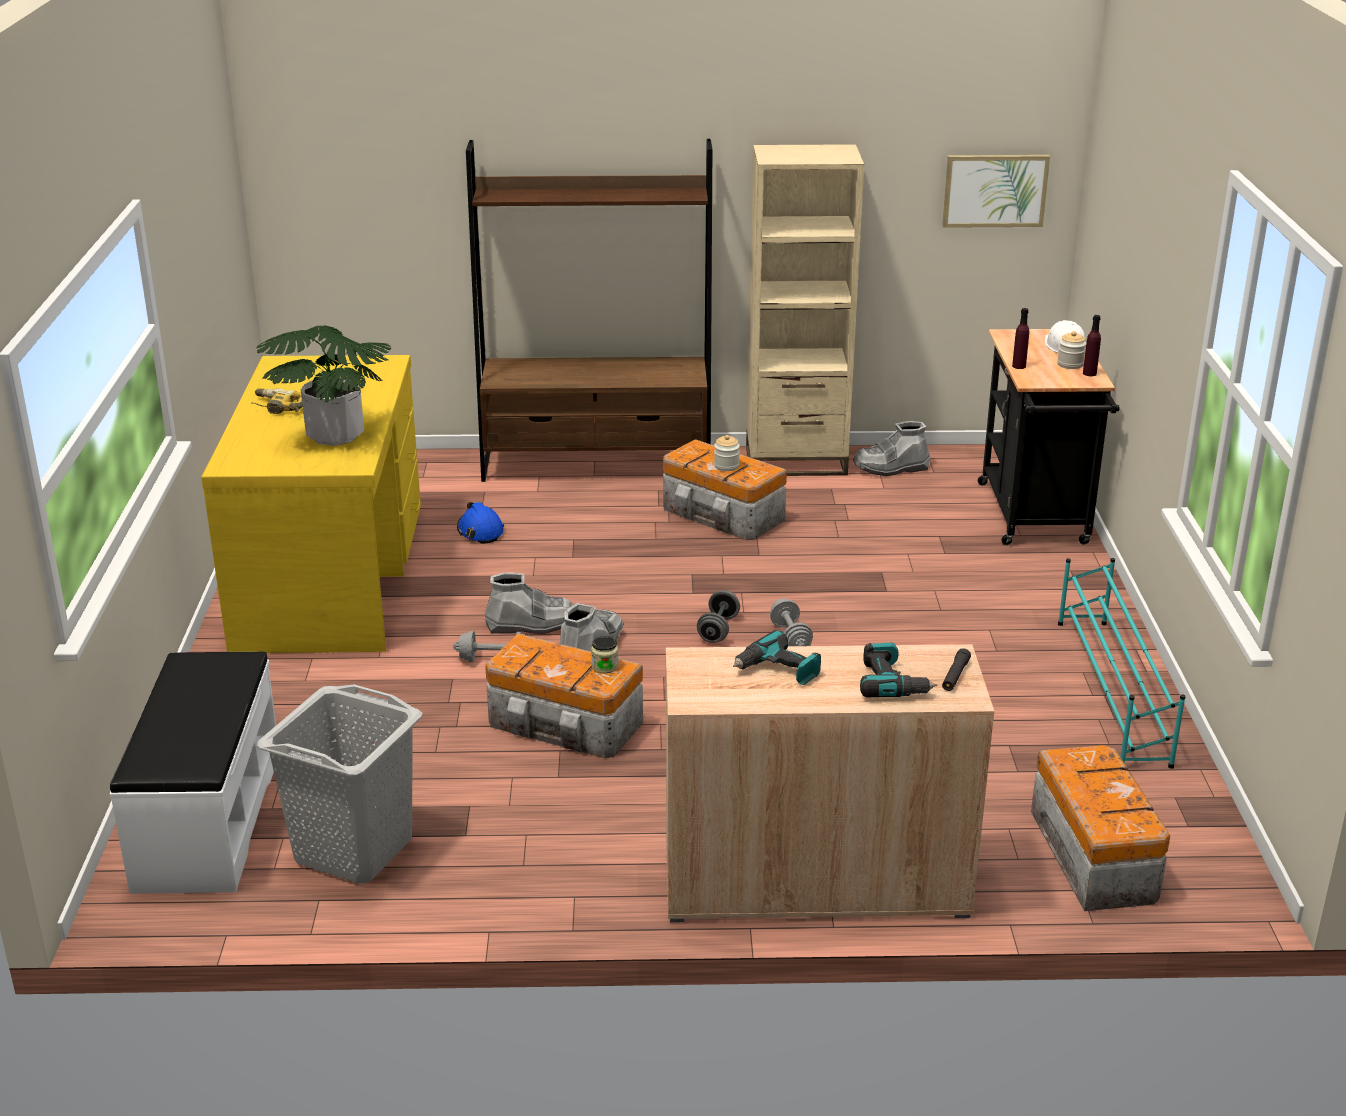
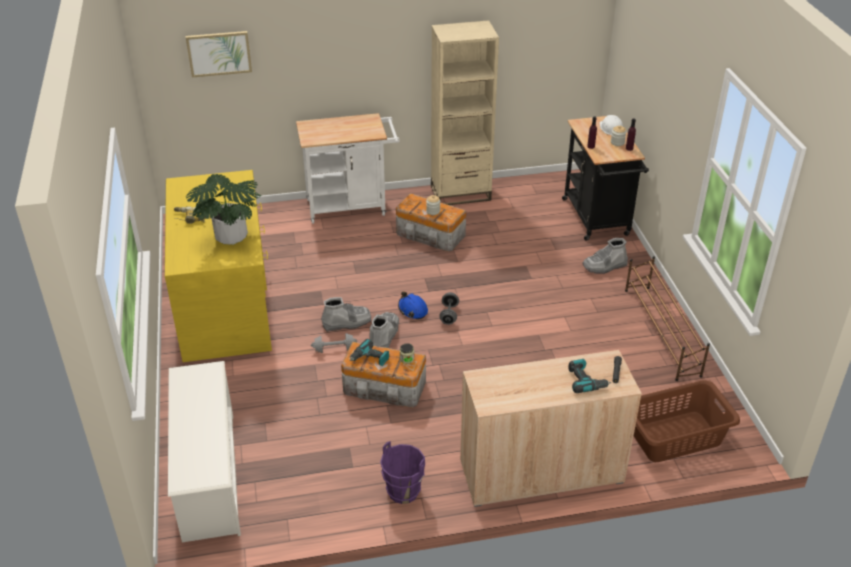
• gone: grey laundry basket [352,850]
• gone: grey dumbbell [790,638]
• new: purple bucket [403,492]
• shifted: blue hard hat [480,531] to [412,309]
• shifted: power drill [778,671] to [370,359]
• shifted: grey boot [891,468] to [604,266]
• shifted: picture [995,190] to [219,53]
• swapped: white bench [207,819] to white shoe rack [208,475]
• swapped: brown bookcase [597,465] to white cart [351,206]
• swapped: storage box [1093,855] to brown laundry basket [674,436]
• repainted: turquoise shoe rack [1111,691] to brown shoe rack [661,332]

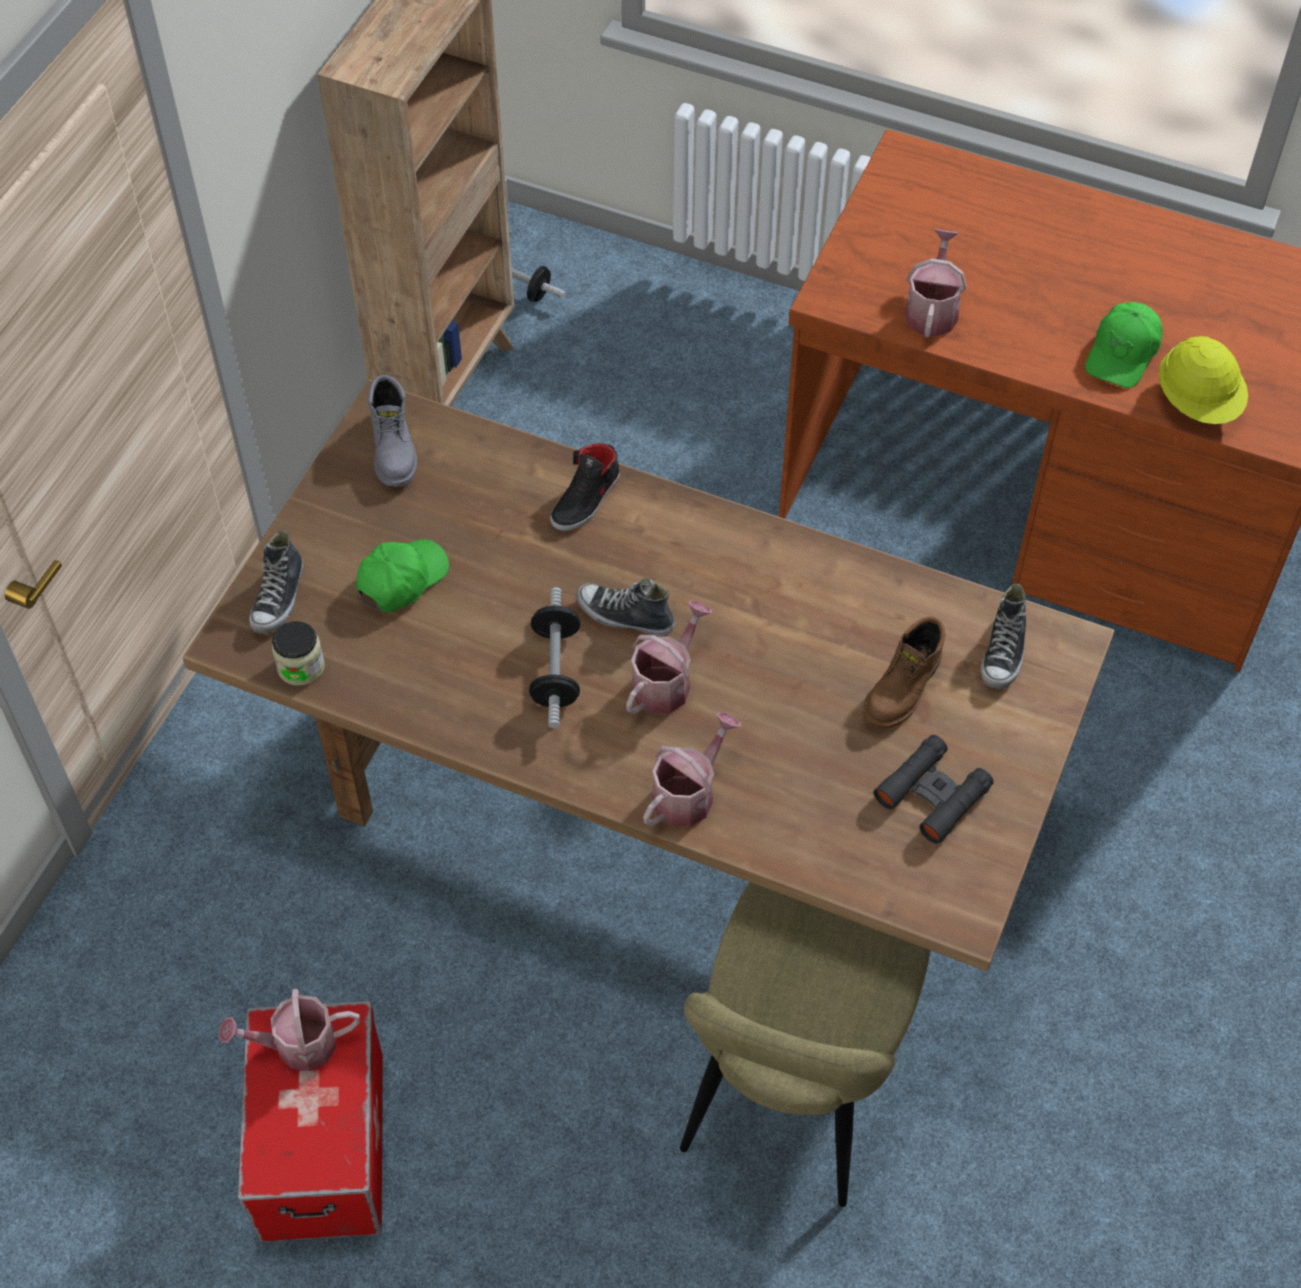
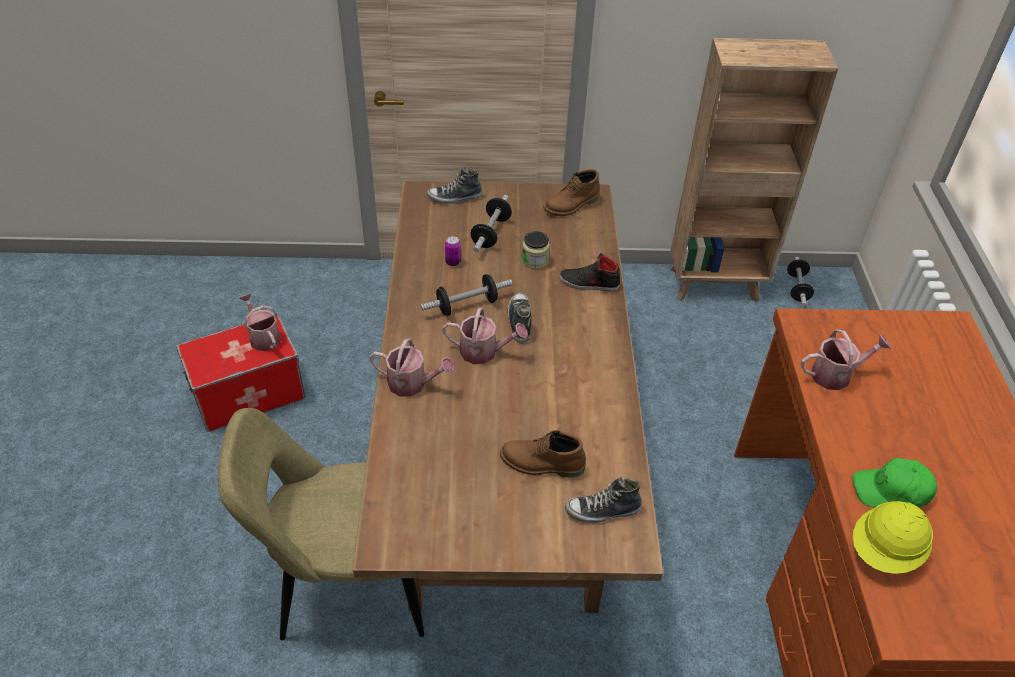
• gone: black binoculars [932,794]
• new: can [453,262]
• shifted: jar [301,667] to [535,260]
• swapped: green cap [401,579] to dumbbell [491,233]
• repainted: grey boot [394,449] to brown boot [571,206]

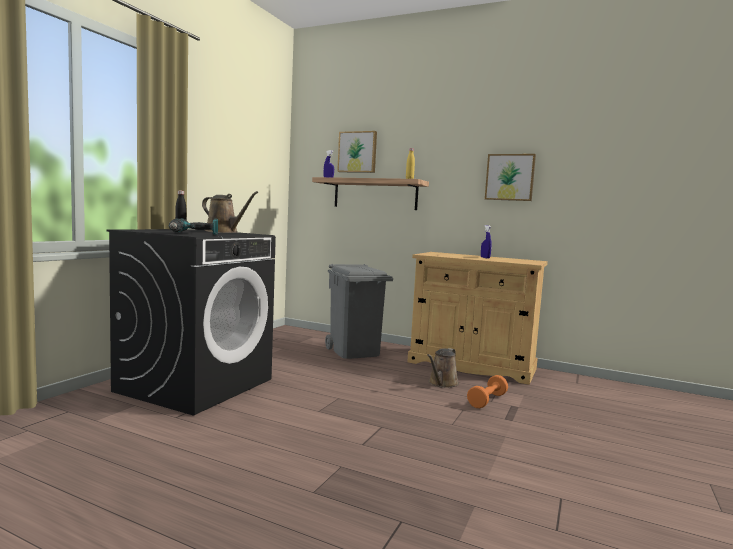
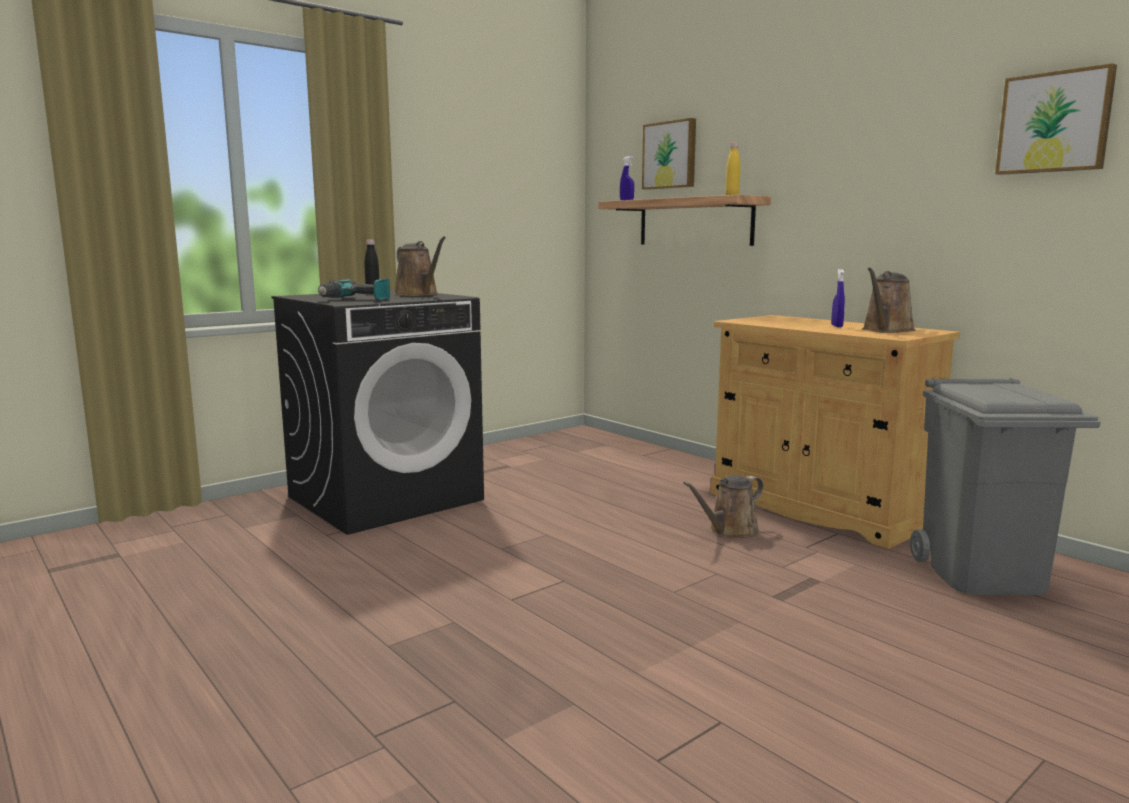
• gone: orange dumbbell [487,401]
• new: brown watering can [886,330]
• shifted: grey trash can [355,351] to [982,574]
• shifted: picture [510,177] to [1055,122]

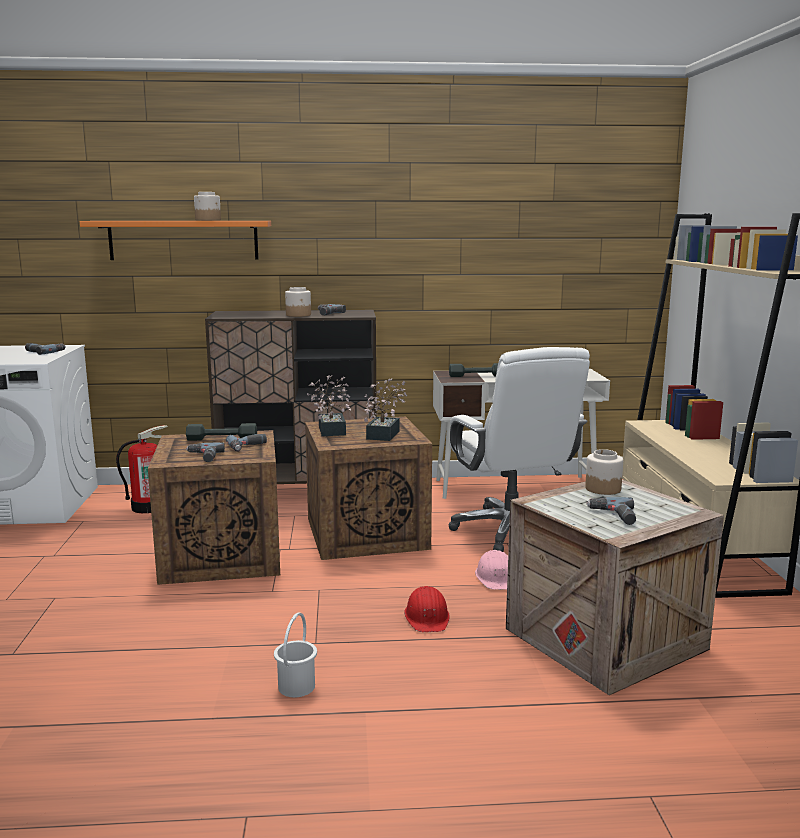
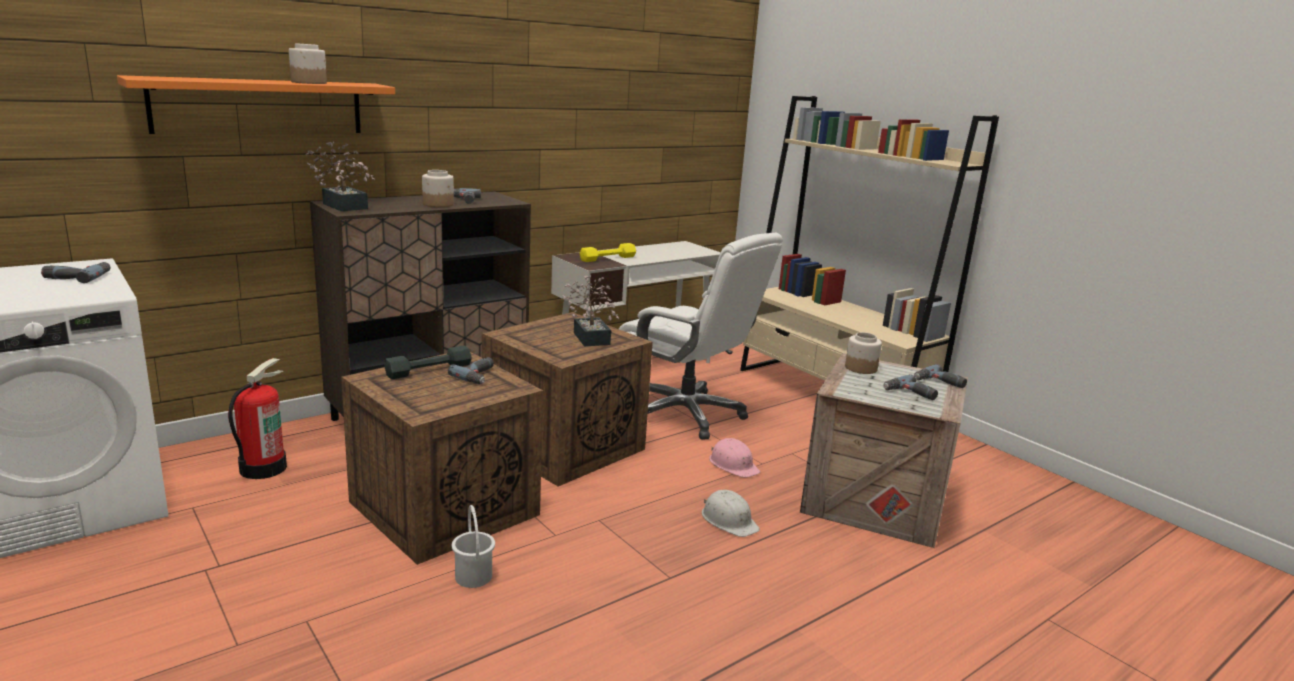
• shifted: power drill [203,457] to [939,383]
• shifted: white bucket [296,686] to [473,577]
• shifted: potted plant [332,429] to [343,205]
• repainted: red hard hat [427,617] to white hard hat [729,520]
• repainted: grey dumbbell [477,376] to yellow dumbbell [608,258]

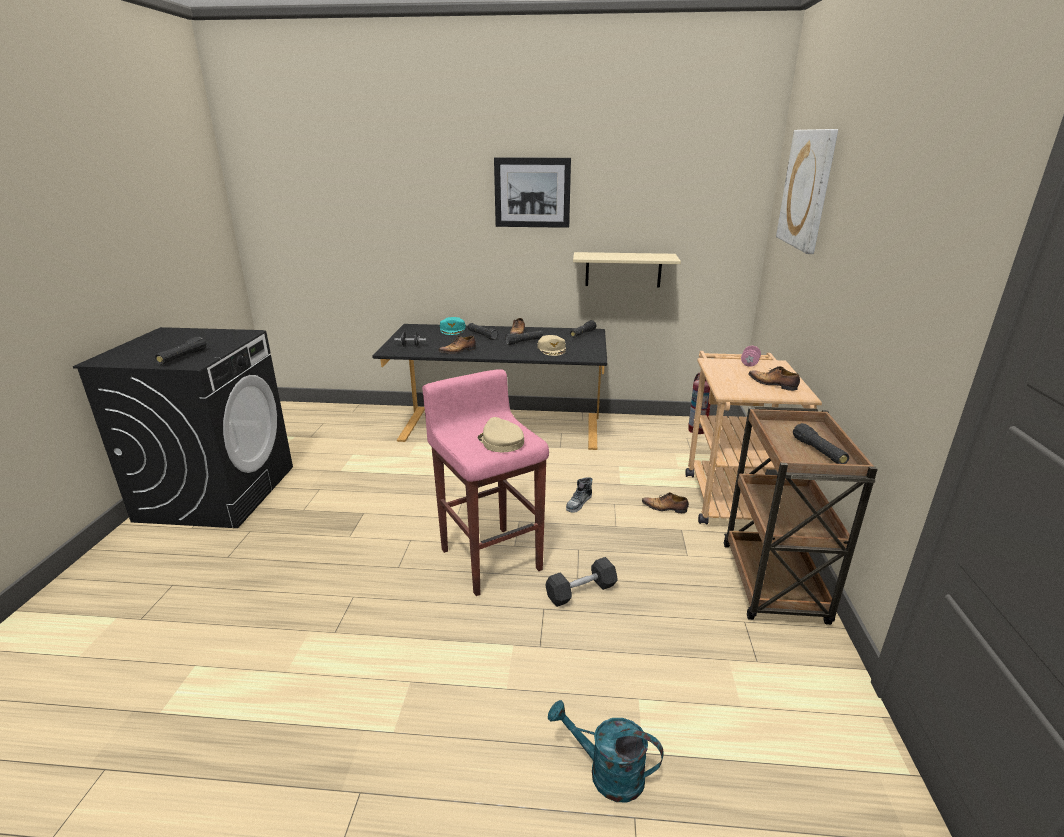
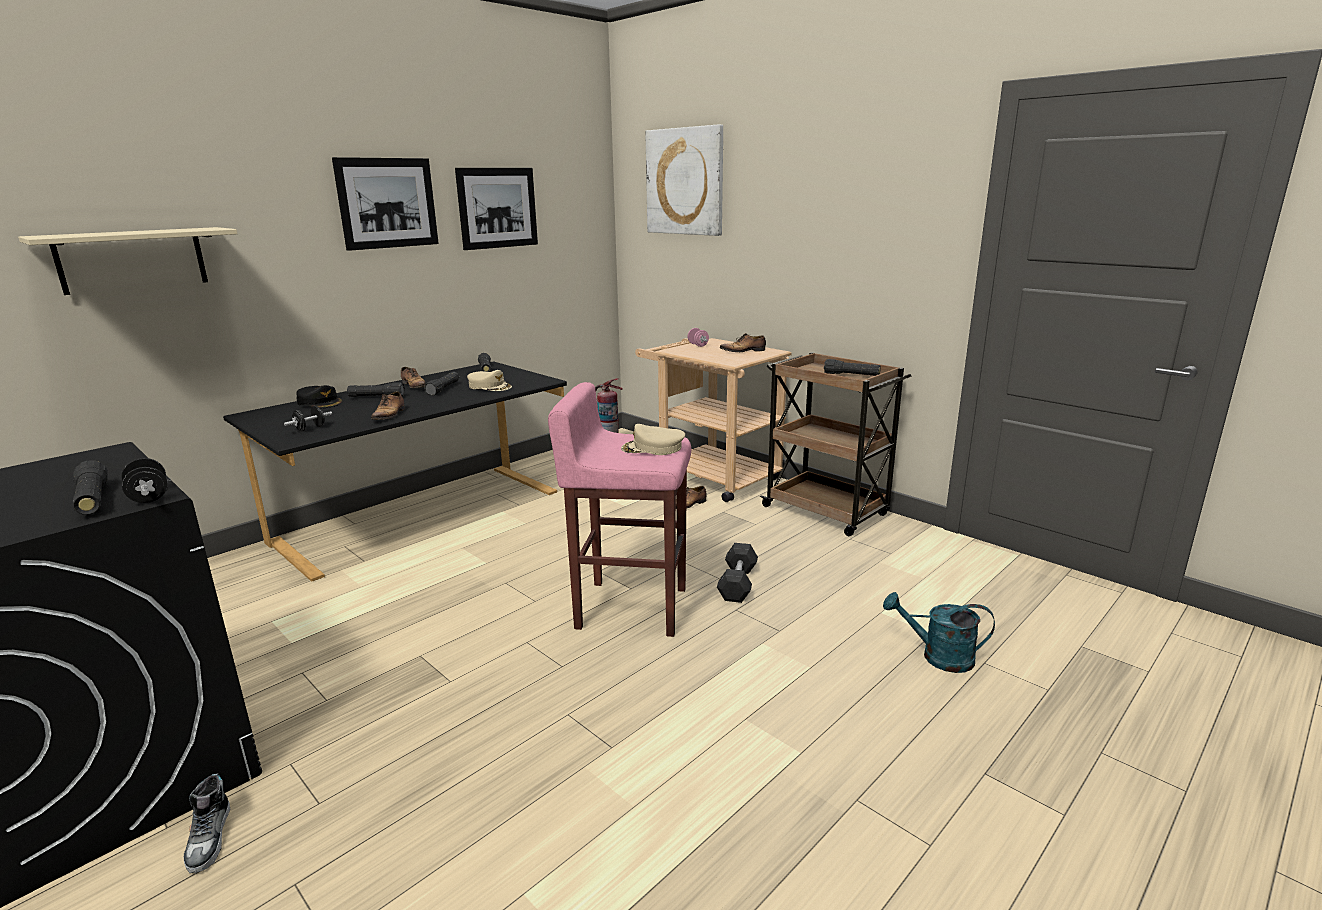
• new: black dumbbell [149,497]
• new: picture [497,208]
• shifted: shoe [579,503] to [210,838]
• shifted: beige shelf [623,269] to [132,260]
• repainted: turquoise cap [453,329] to black cap [320,402]
• rotated: turquoise watering can [606,773] = [938,657] 45 degrees clockwise

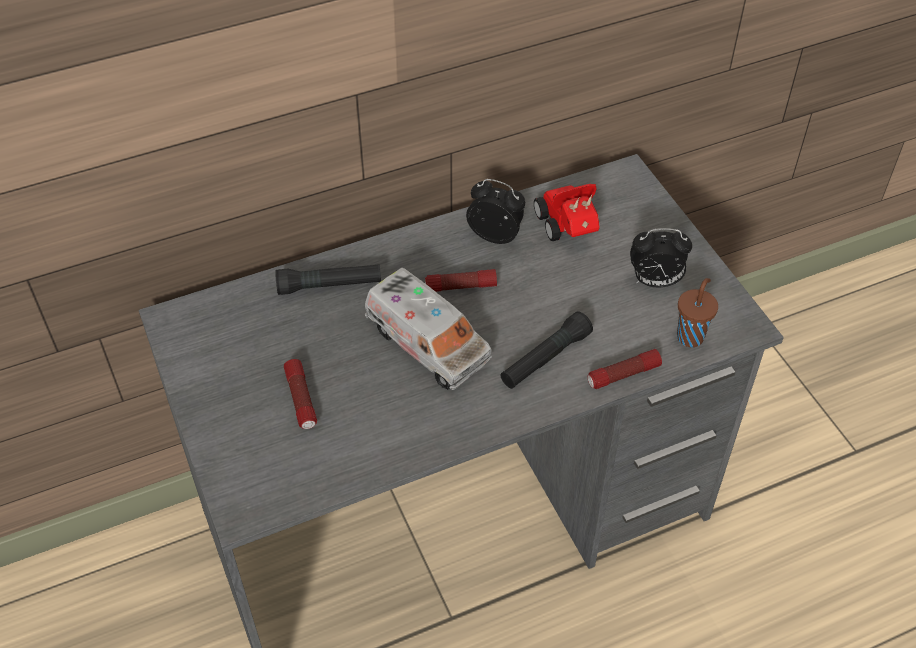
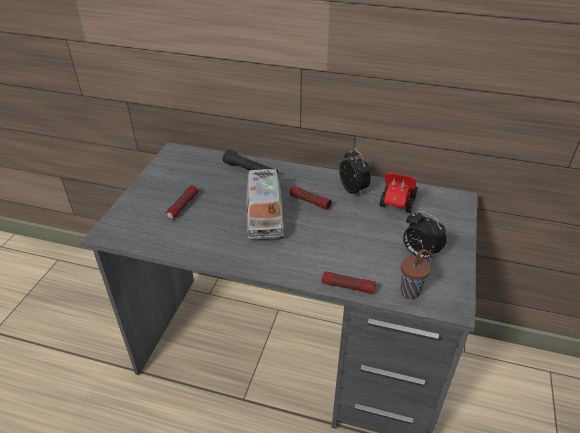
• gone: black flashlight [545,359]

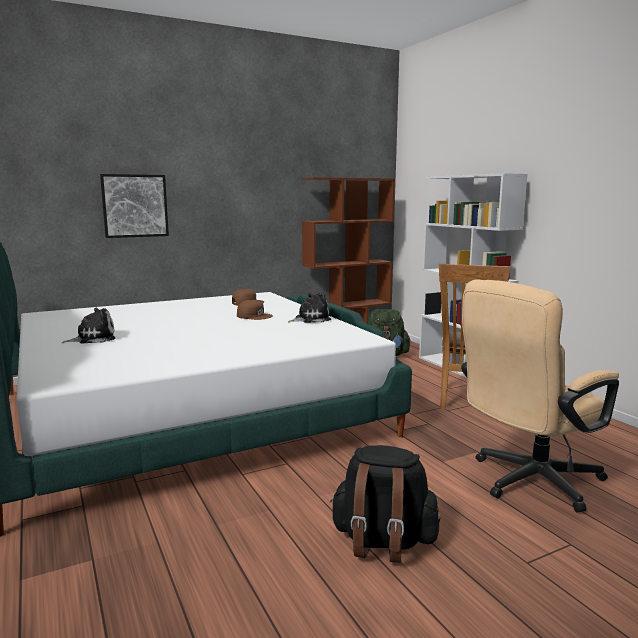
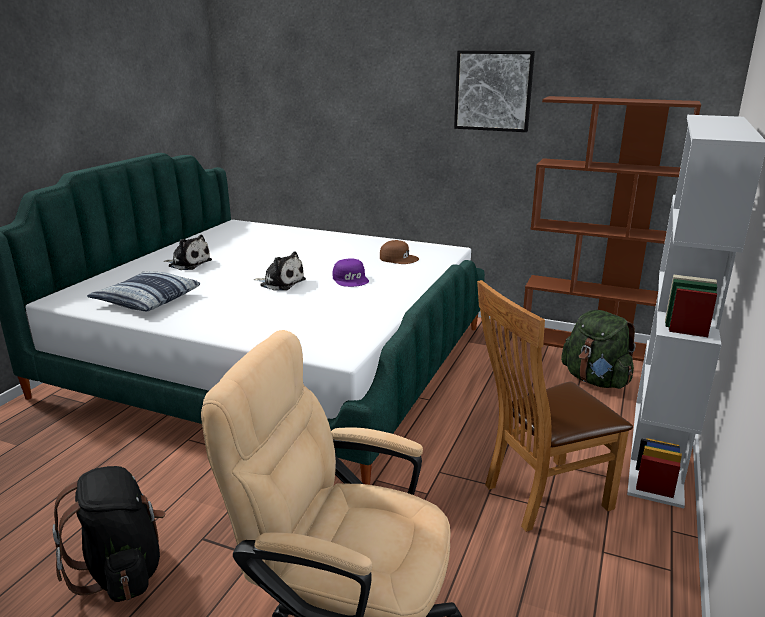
• new: pillow [146,300]
• shifted: picture [135,206] to [493,91]
• shifted: plush toy [310,319] to [281,283]
• repainted: brown cap [254,316] to purple cap [351,279]

